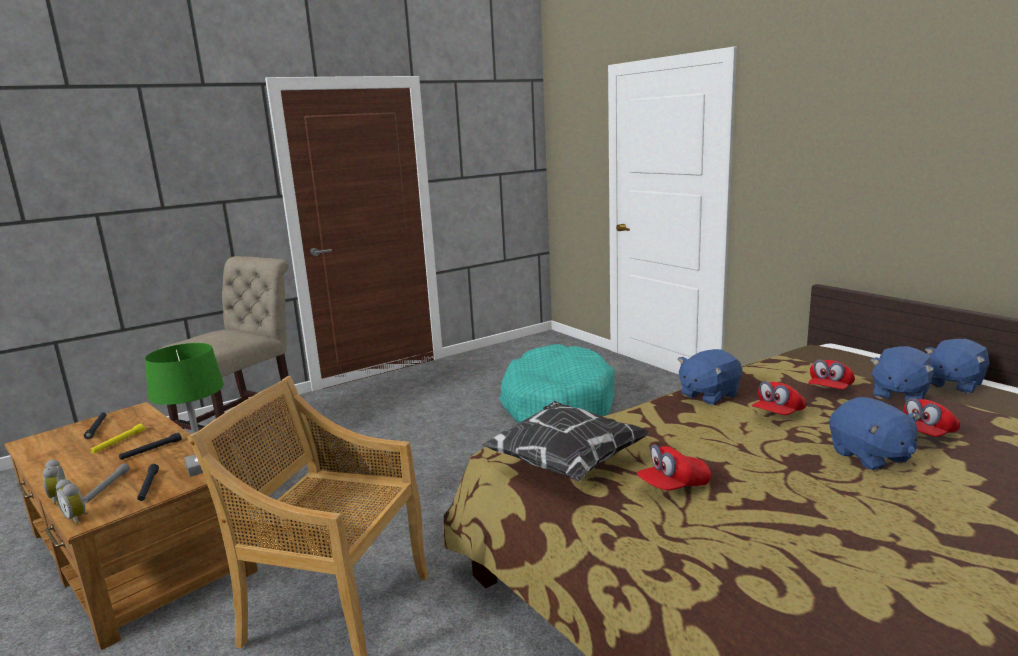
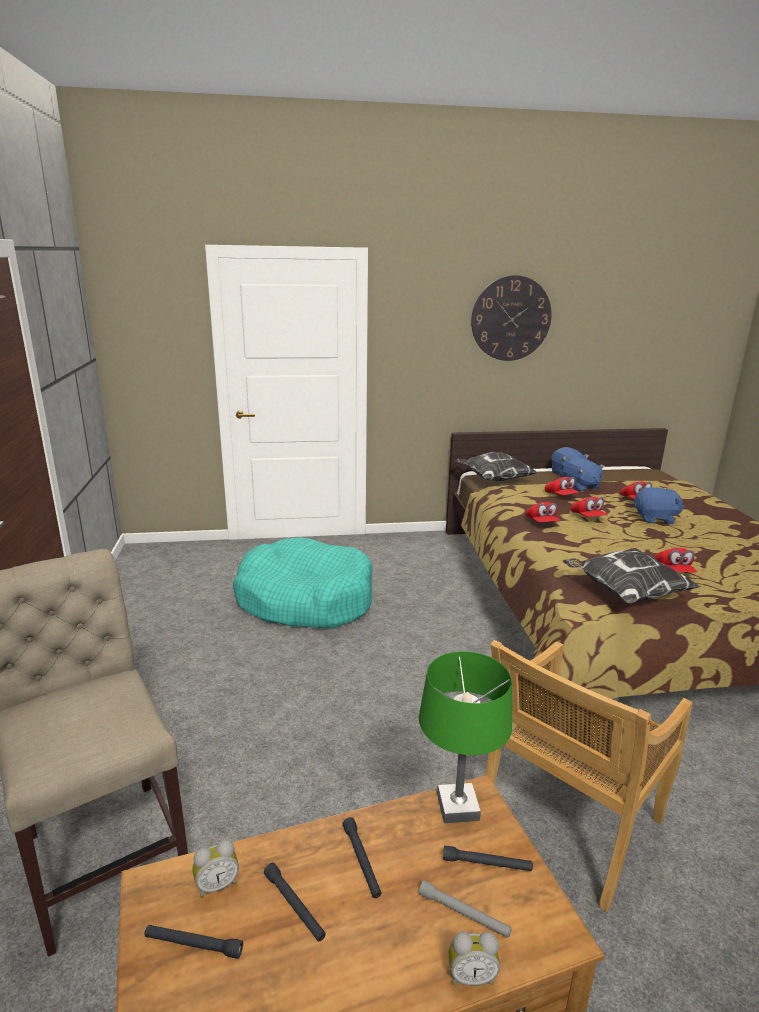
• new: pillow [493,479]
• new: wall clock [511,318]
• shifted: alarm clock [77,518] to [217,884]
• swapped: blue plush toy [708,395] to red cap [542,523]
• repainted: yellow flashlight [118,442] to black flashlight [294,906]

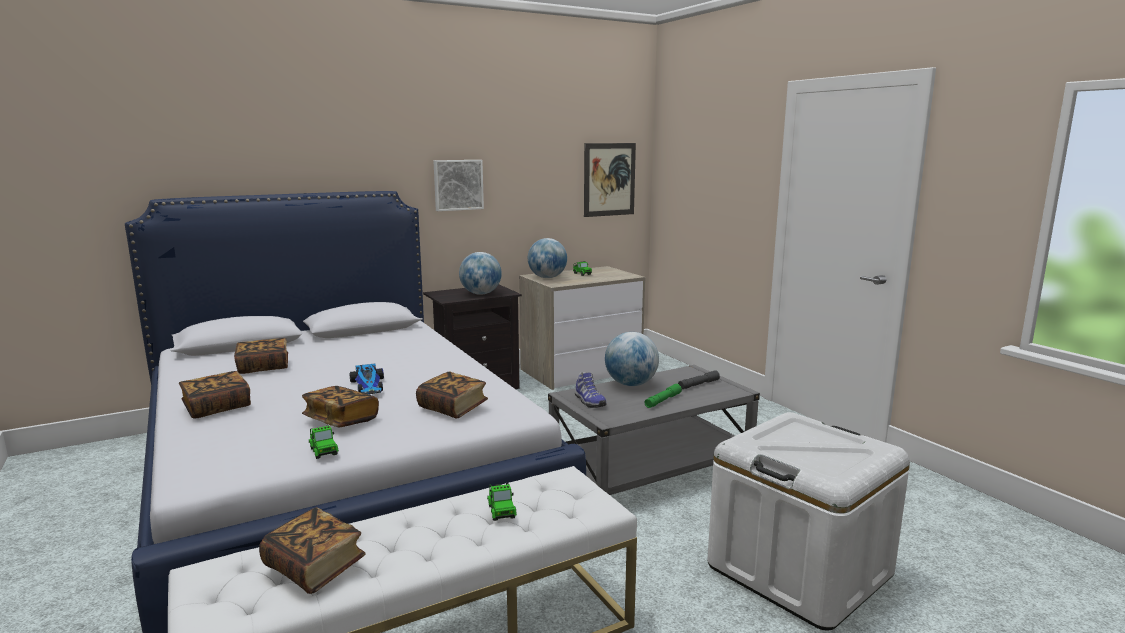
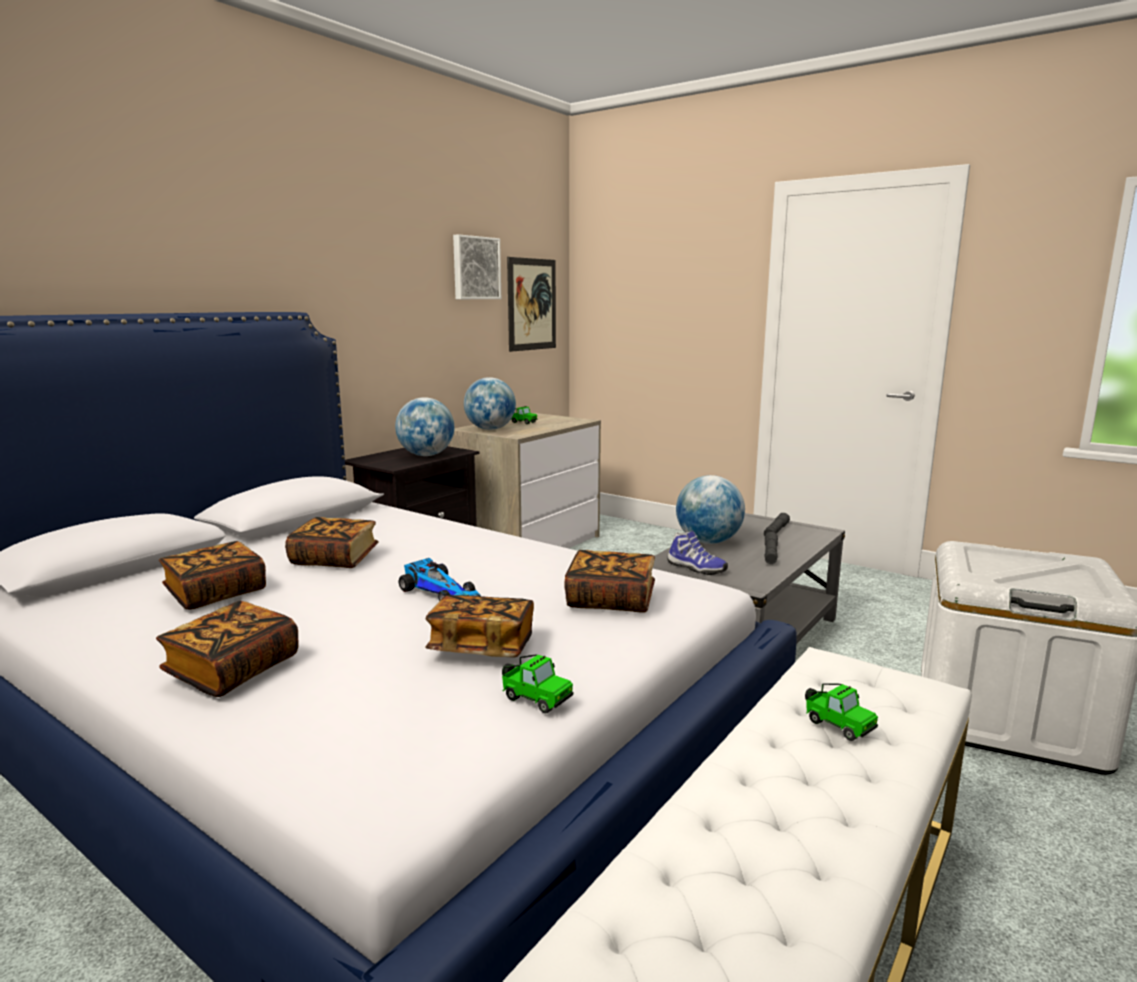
• shifted: book [314,567] to [334,559]
• shifted: picture [458,185] to [475,268]
• repainted: green flashlight [663,401] to grey flashlight [770,554]

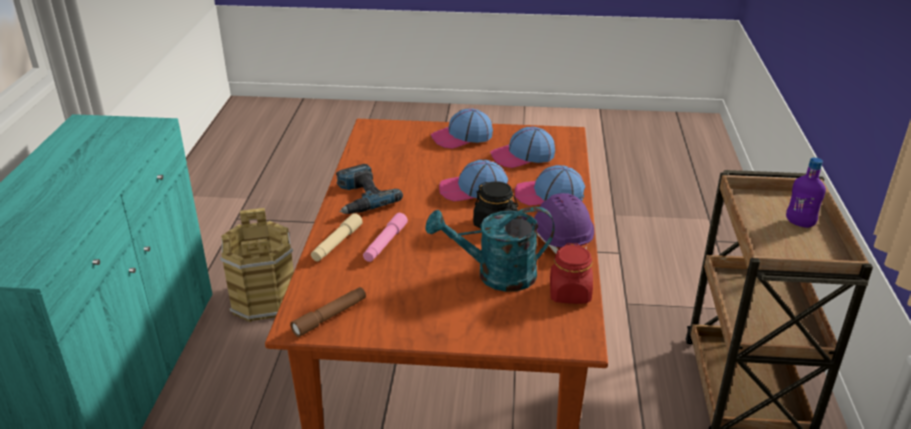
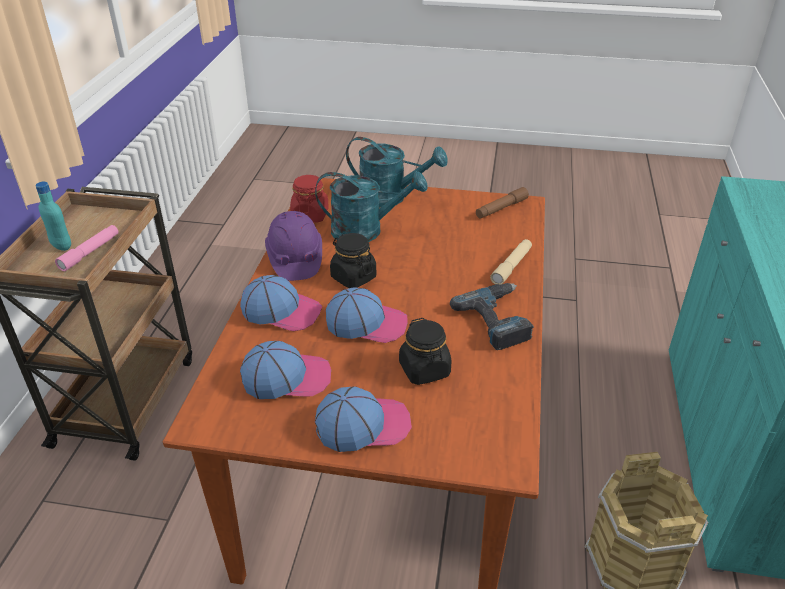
• new: turquoise watering can [391,197]
• new: black jar [424,370]
• shifted: pink flashlight [385,243] to [90,252]
• repainted: purple bottle [799,223] to turquoise bottle [61,246]

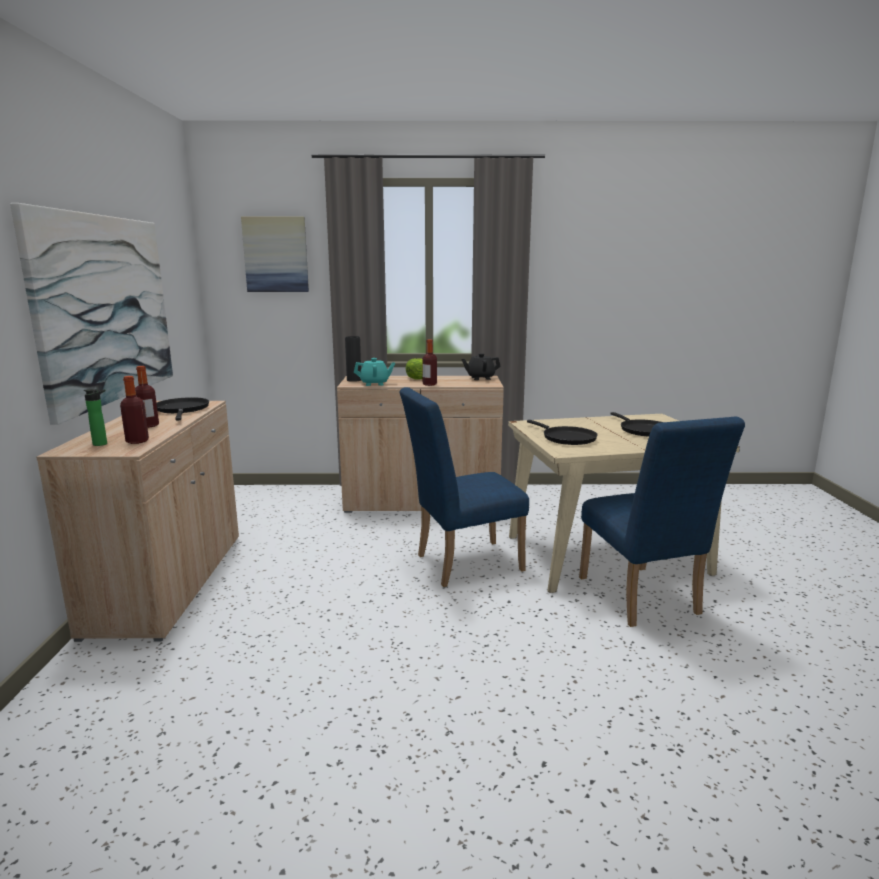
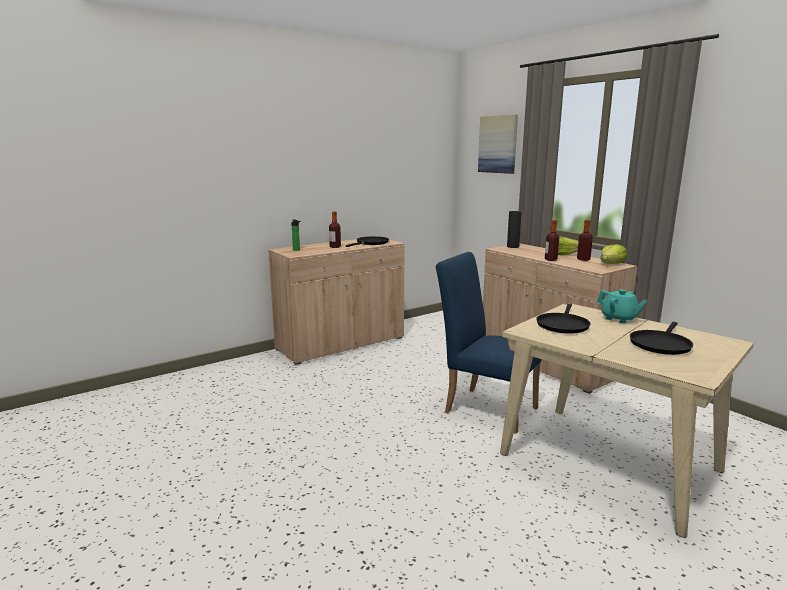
• gone: picture [106,309]
• gone: blue chair [642,600]
• shifted: bottle [137,441] to [583,259]
• shifted: turquoise teapot [374,384] to [619,319]
• swapped: black teapot [480,378] to lettuce [611,264]

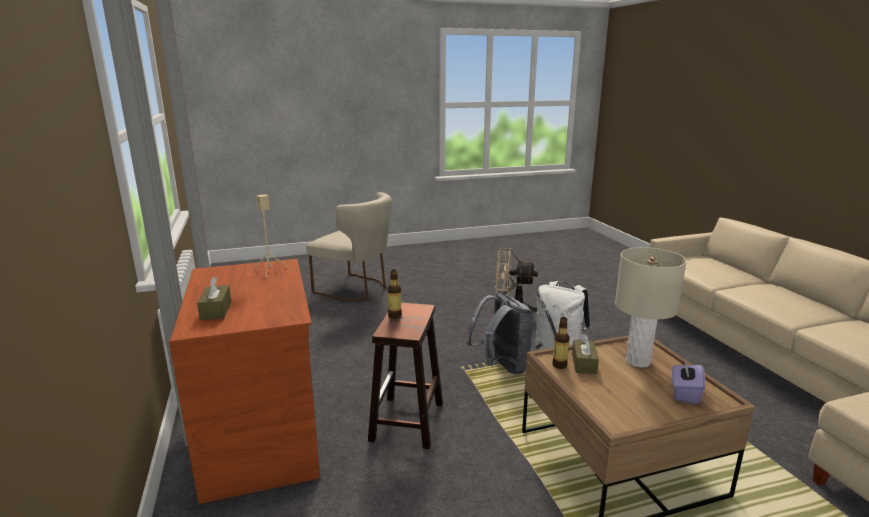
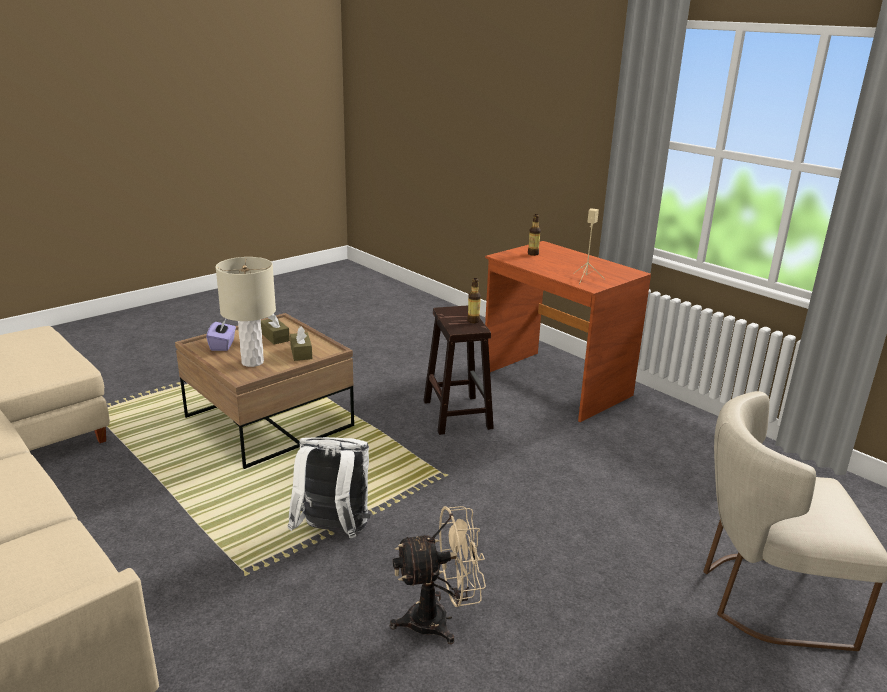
• gone: grey backpack [502,367]
• shifted: brown tissue box [216,310] to [275,337]
• shifted: bottle [559,365] to [533,254]

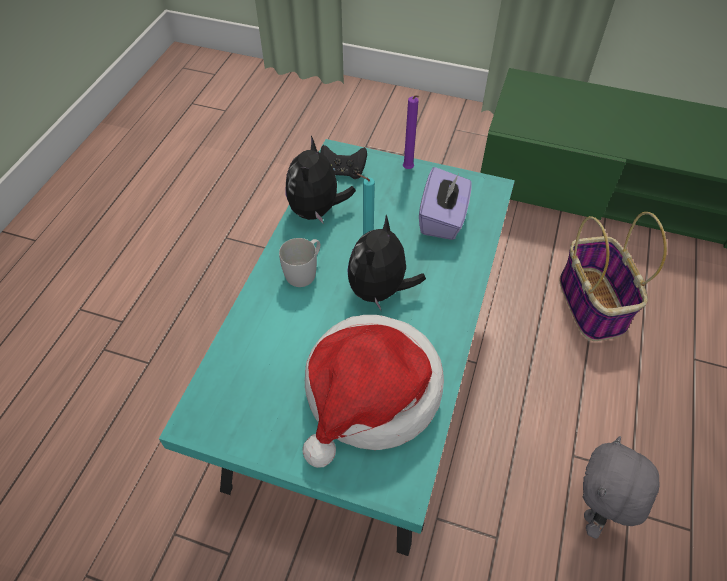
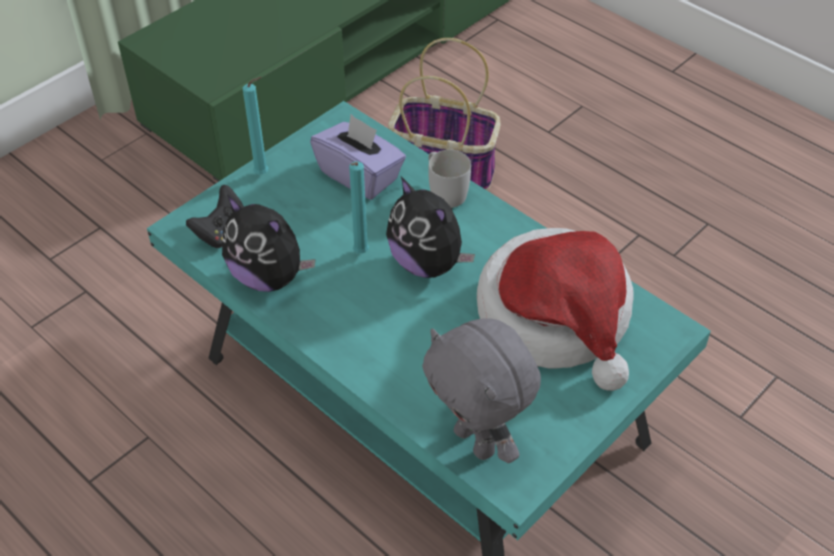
• shifted: white mug [305,271] to [444,191]
• shifted: grey plush toy [595,510] to [477,441]
• repainted: purple candle [408,170] to turquoise candle [264,174]

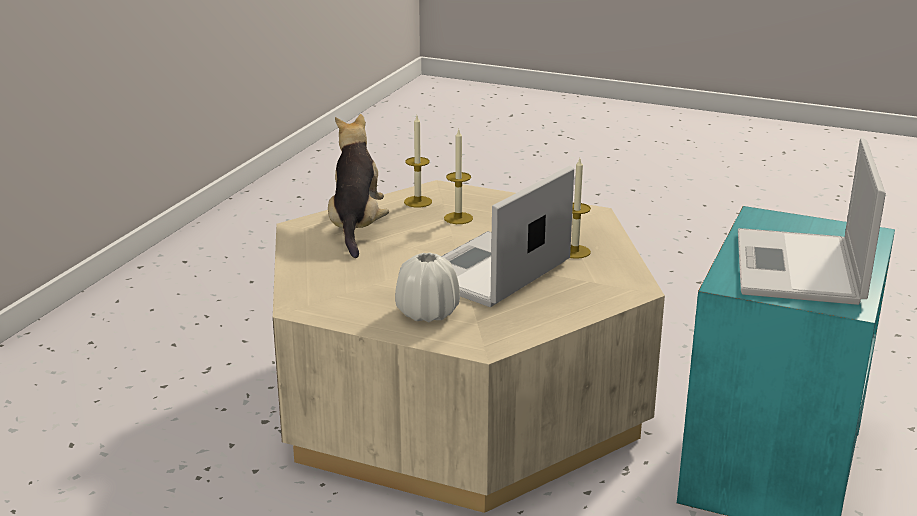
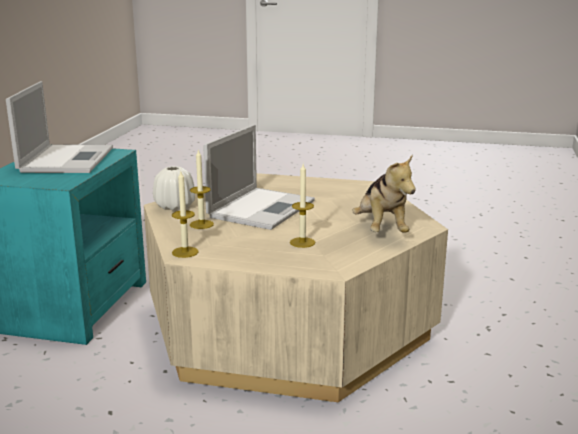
• shifted: white vase [427,313] to [175,206]
• shifted: candle [418,202] to [185,252]

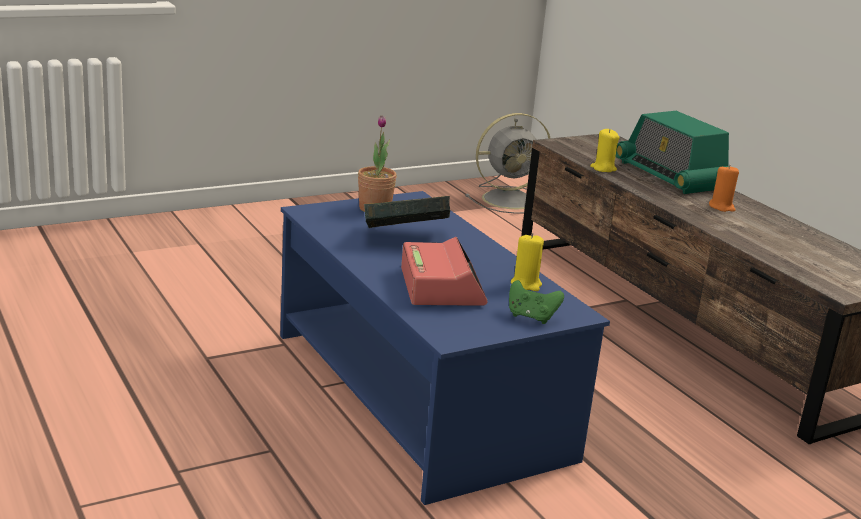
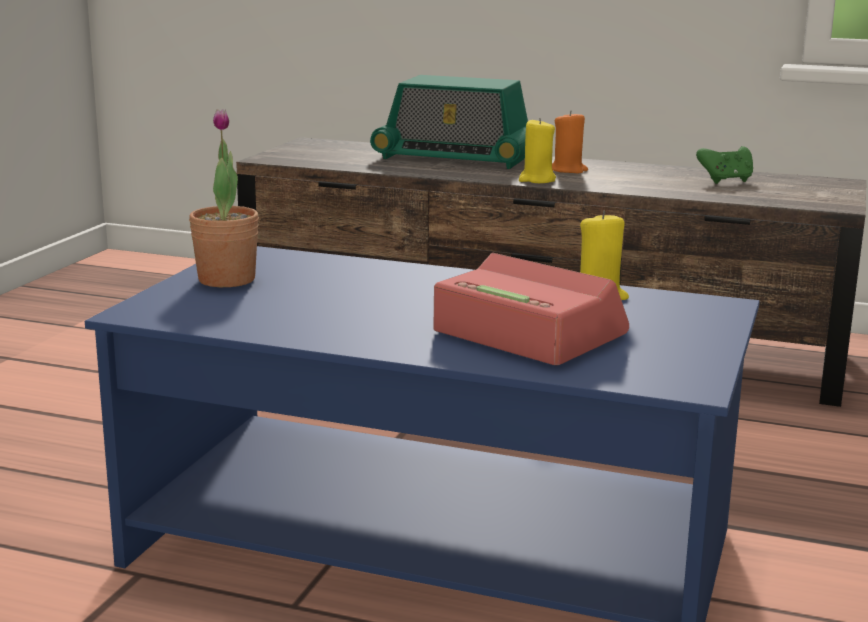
• gone: book [405,237]
• gone: grey fan [510,200]
• shifted: green game controller [531,317] to [726,181]
• shifted: yellow candle [603,168] to [537,180]

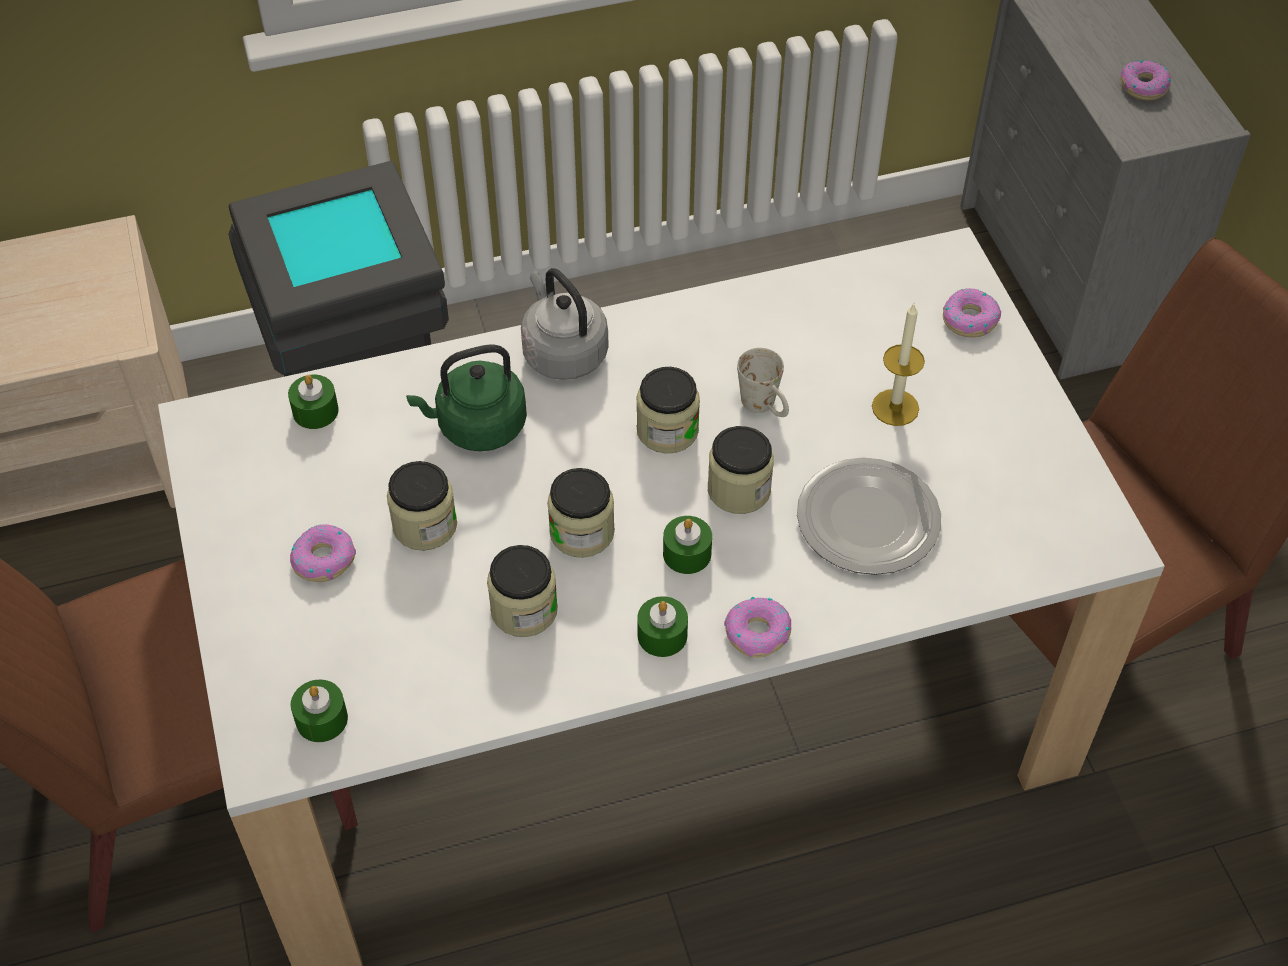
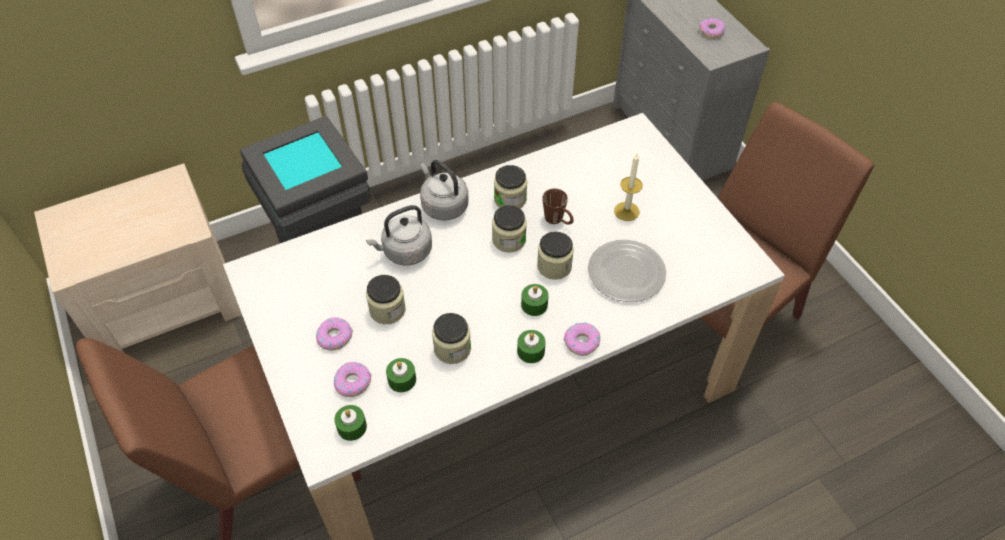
• shifted: green candle [315,411] to [402,379]
• shifted: jar [582,532] to [510,199]
• shifted: donut [969,319] to [352,382]
• repainted: green kettle [477,426] to grey kettle [405,252]
• repainted: white mug [765,407] to brown mug [558,220]

